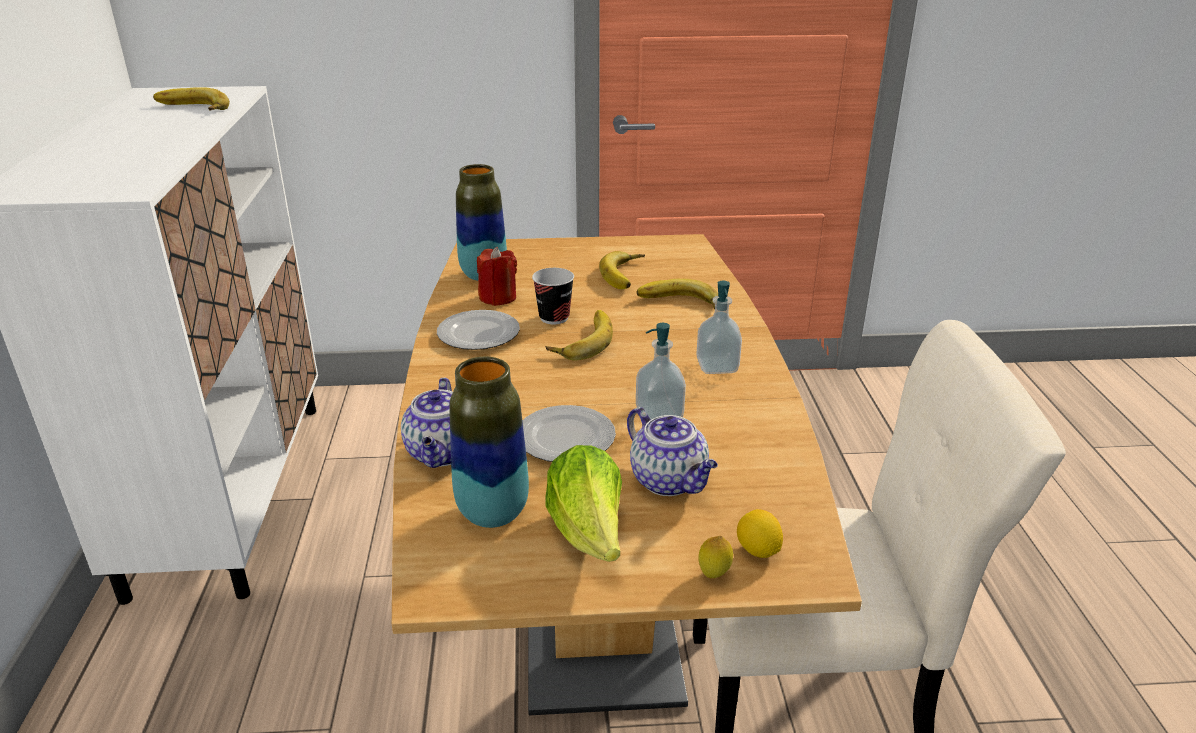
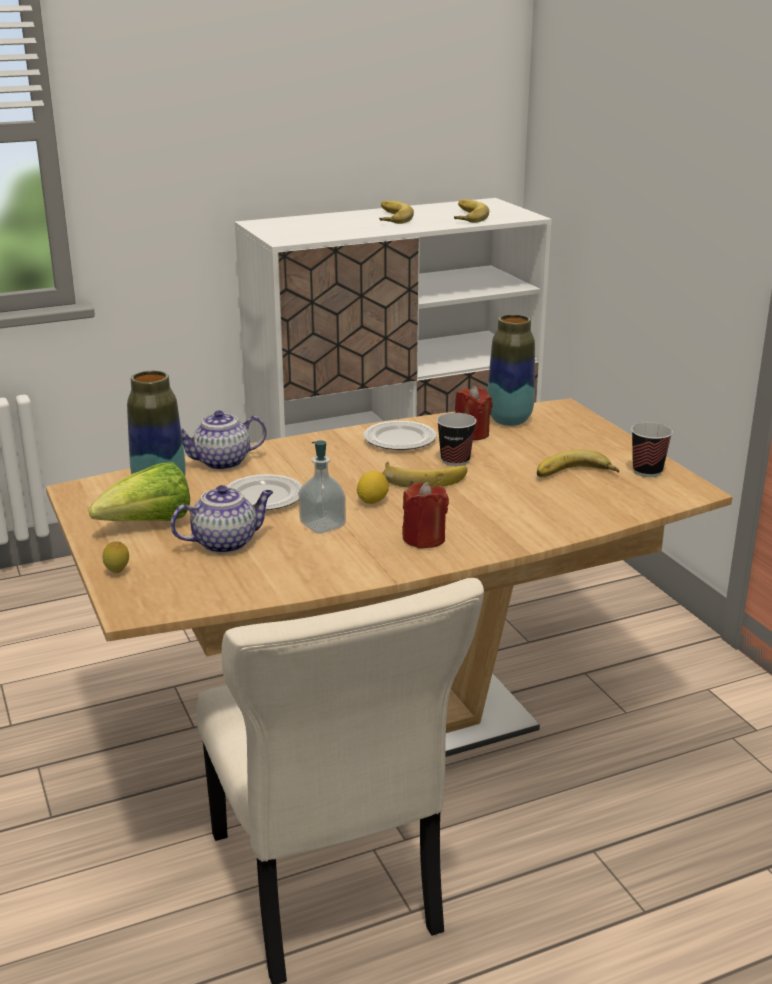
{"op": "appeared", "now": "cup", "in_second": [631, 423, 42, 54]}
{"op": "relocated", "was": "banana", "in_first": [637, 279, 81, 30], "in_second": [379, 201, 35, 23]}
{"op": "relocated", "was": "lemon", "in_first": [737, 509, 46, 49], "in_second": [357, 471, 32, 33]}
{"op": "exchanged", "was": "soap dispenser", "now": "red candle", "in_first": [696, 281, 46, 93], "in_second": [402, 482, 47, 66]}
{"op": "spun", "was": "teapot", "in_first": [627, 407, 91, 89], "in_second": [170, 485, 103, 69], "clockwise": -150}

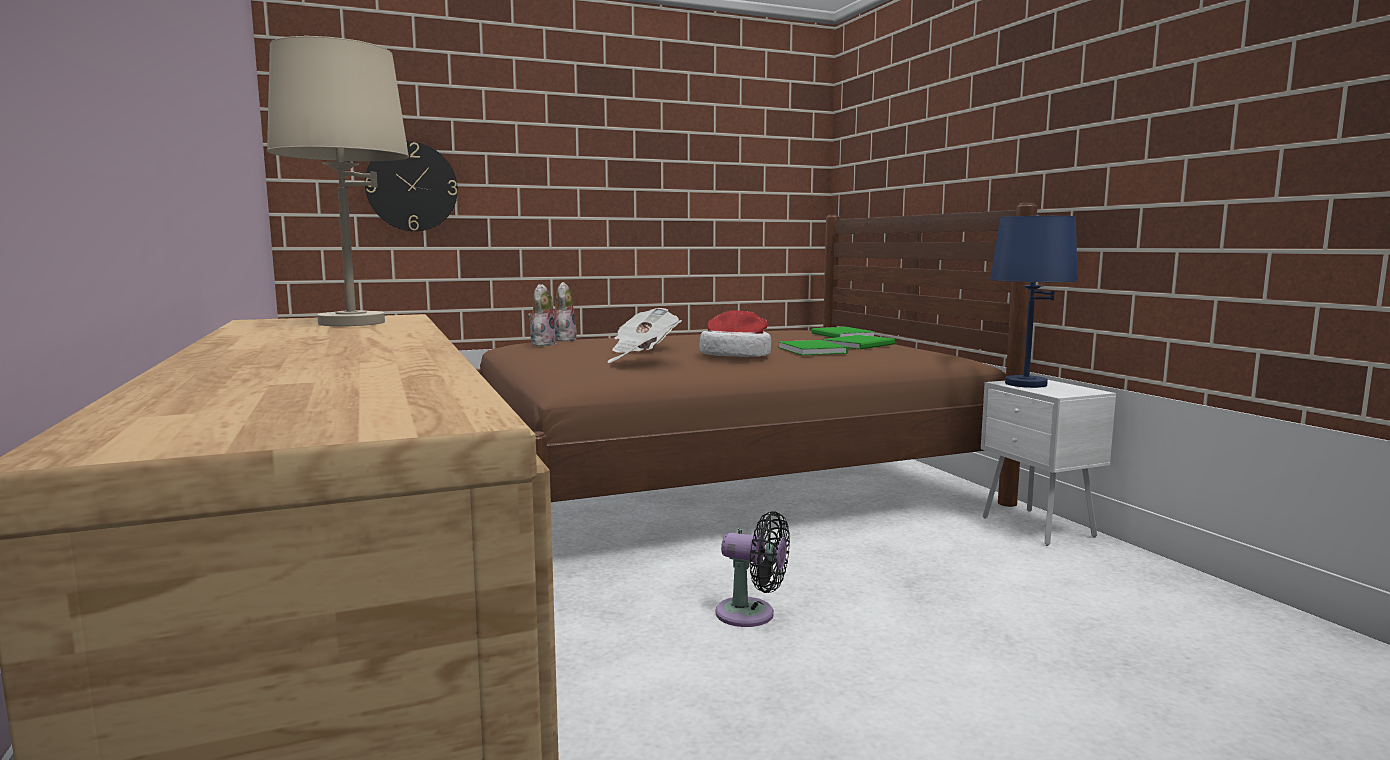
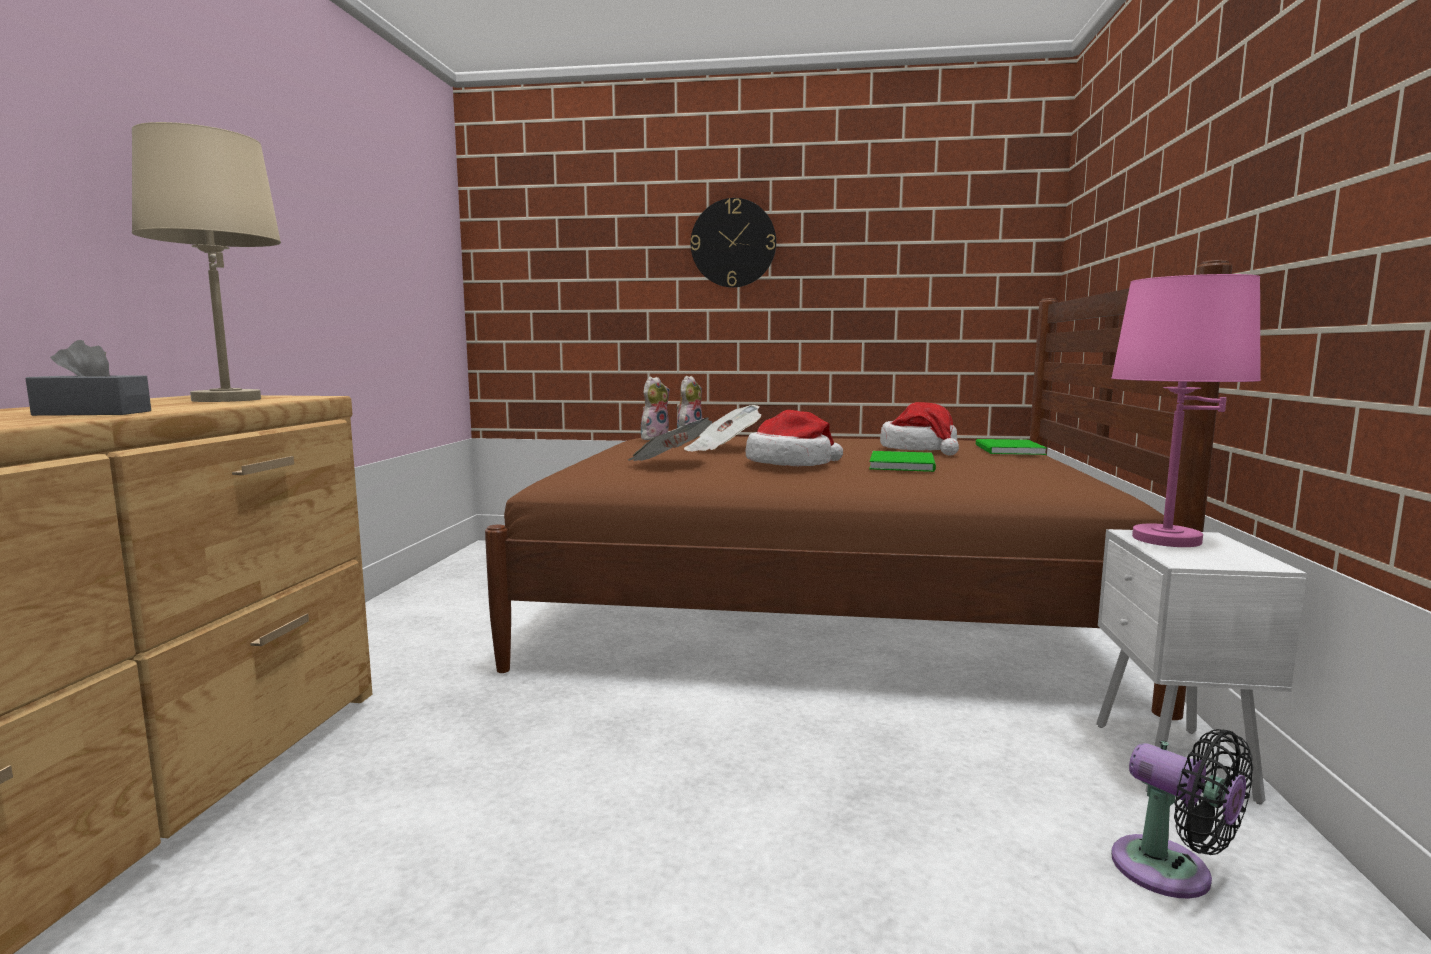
{"op": "missing", "was": "green book", "in_first": [823, 335, 72, 14]}
{"op": "appeared", "now": "grey tissue box", "in_second": [25, 340, 126, 76]}
{"op": "appeared", "now": "hat", "in_second": [880, 402, 79, 54]}
{"op": "relocated", "was": "wall clock", "in_first": [365, 141, 93, 90], "in_second": [691, 198, 85, 90]}
{"op": "relocated", "was": "black fan", "in_first": [715, 511, 75, 116], "in_second": [1111, 729, 142, 170]}
{"op": "colour", "was": "blue table lamp", "now": "pink table lamp", "in_first": [990, 214, 88, 174], "in_second": [1111, 274, 150, 273]}

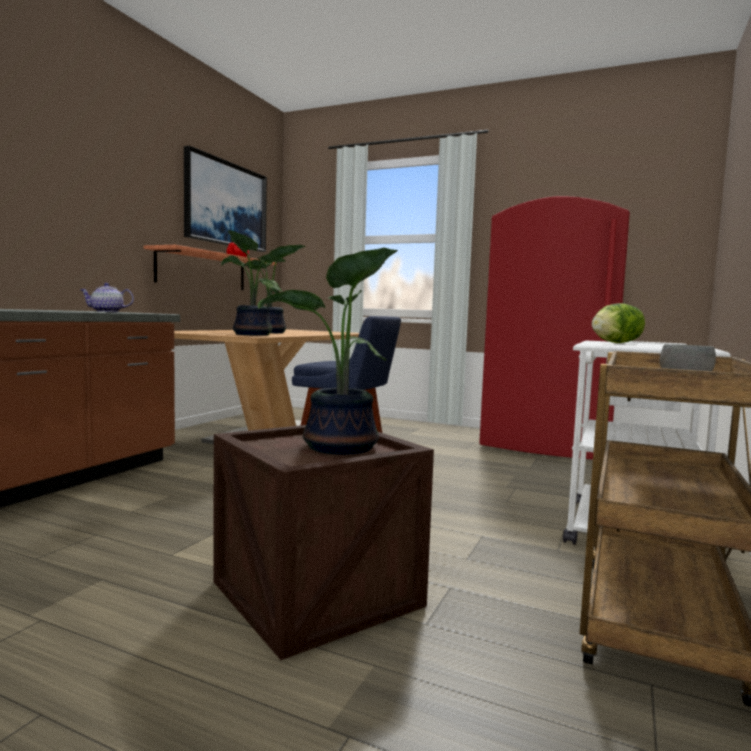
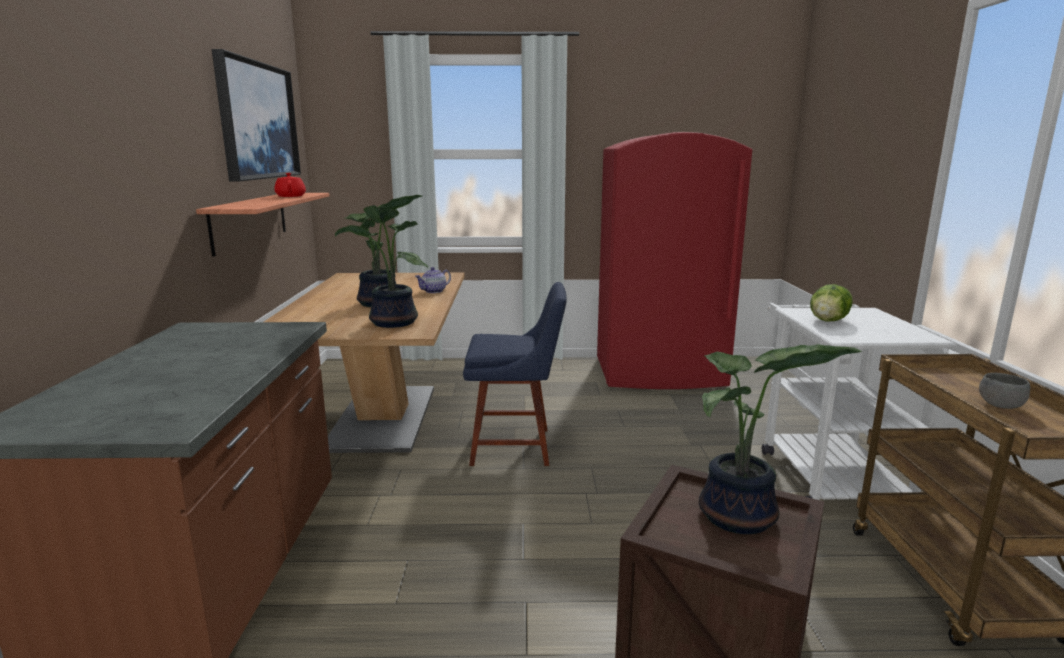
{"op": "relocated", "was": "teapot", "in_first": [80, 283, 54, 29], "in_second": [415, 267, 36, 26]}

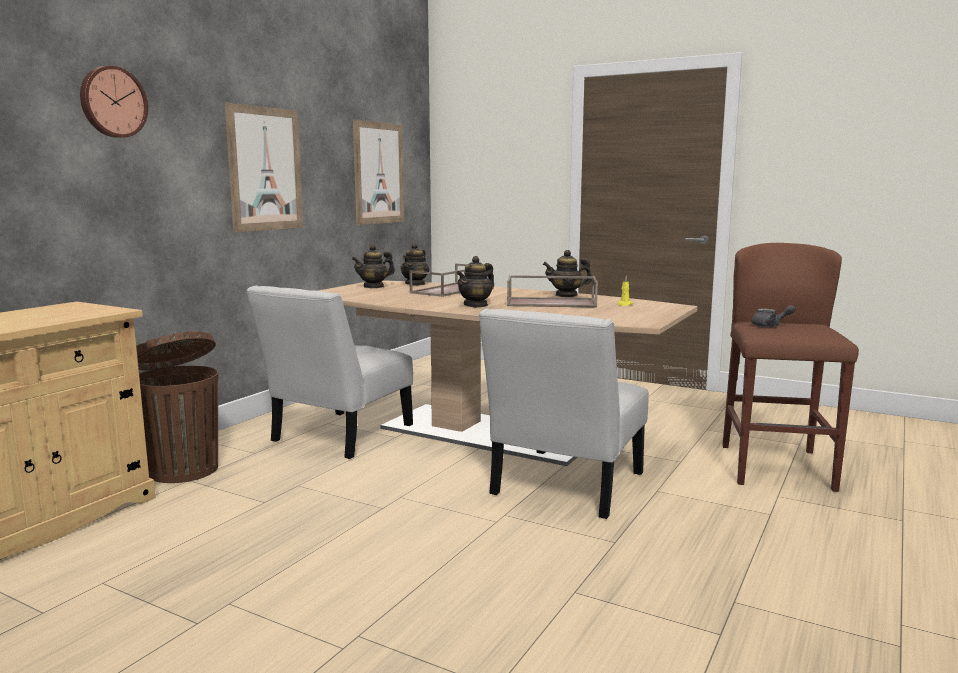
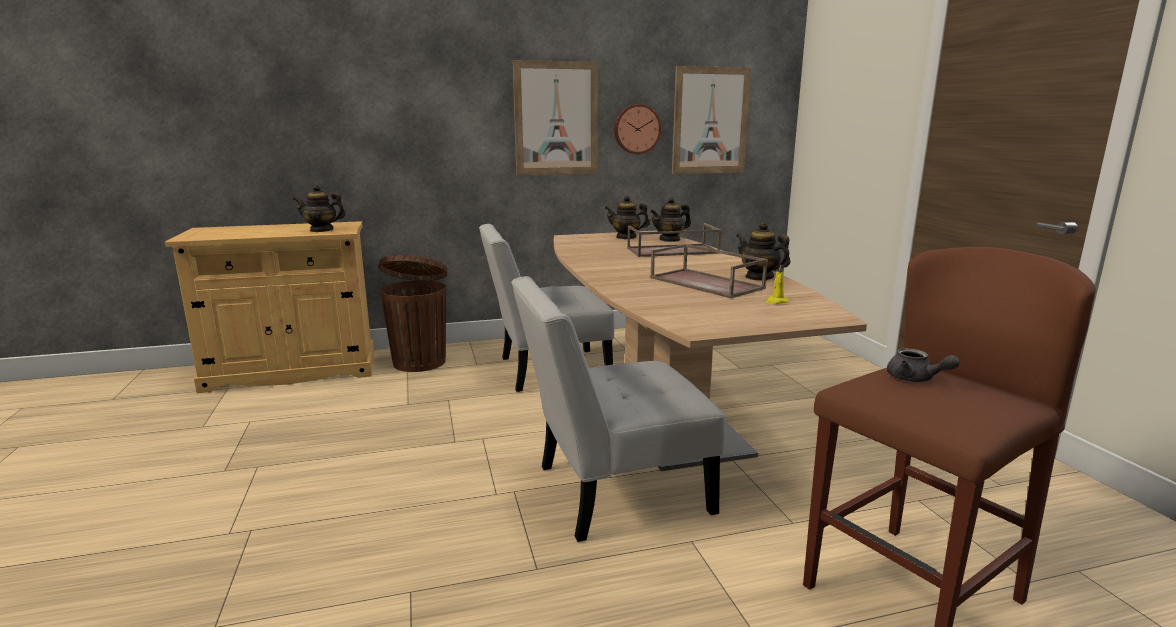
{"op": "relocated", "was": "wall clock", "in_first": [80, 66, 68, 72], "in_second": [614, 104, 47, 50]}
{"op": "relocated", "was": "teapot", "in_first": [456, 256, 38, 51], "in_second": [293, 185, 53, 47]}

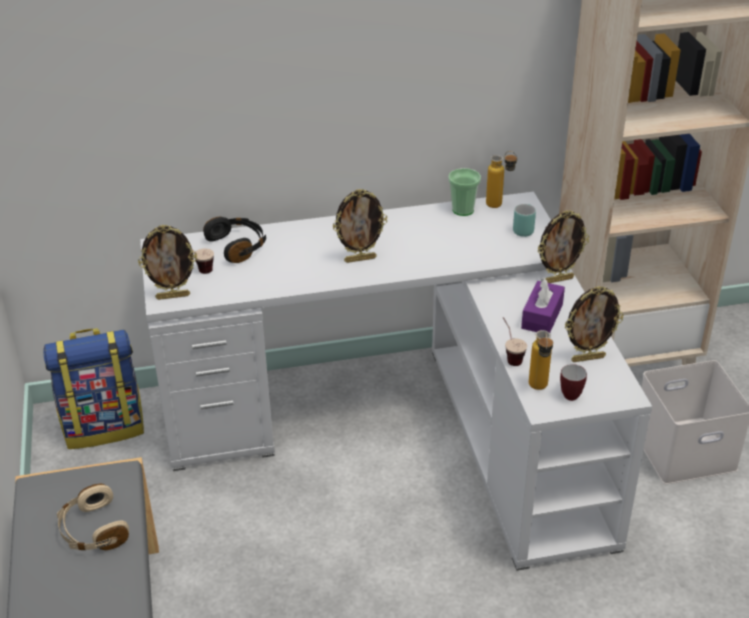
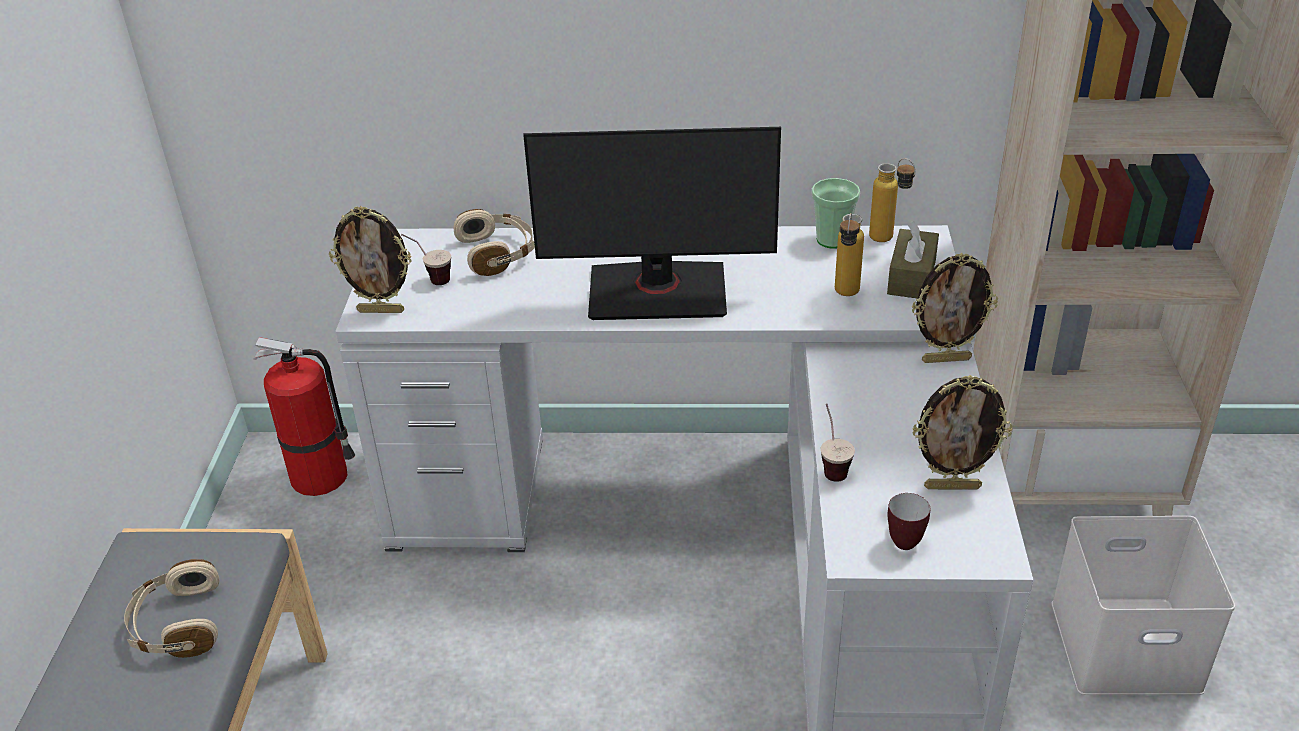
{"op": "missing", "was": "purple tissue box", "in_first": [521, 278, 44, 55]}
{"op": "relocated", "was": "bottle", "in_first": [529, 330, 24, 60], "in_second": [835, 213, 29, 83]}
{"op": "exchanged", "was": "backpack", "now": "fire extinguisher", "in_first": [43, 328, 101, 121], "in_second": [253, 337, 102, 159]}
{"op": "exchanged", "was": "picture frame", "now": "monitor", "in_first": [333, 189, 54, 74], "in_second": [523, 127, 258, 193]}
{"op": "exchanged", "was": "turquoise mug", "now": "brown tissue box", "in_first": [513, 204, 23, 33], "in_second": [887, 221, 52, 78]}
{"op": "colour", "was": "black headphones", "now": "beige headphones", "in_first": [203, 216, 63, 47], "in_second": [454, 209, 81, 67]}

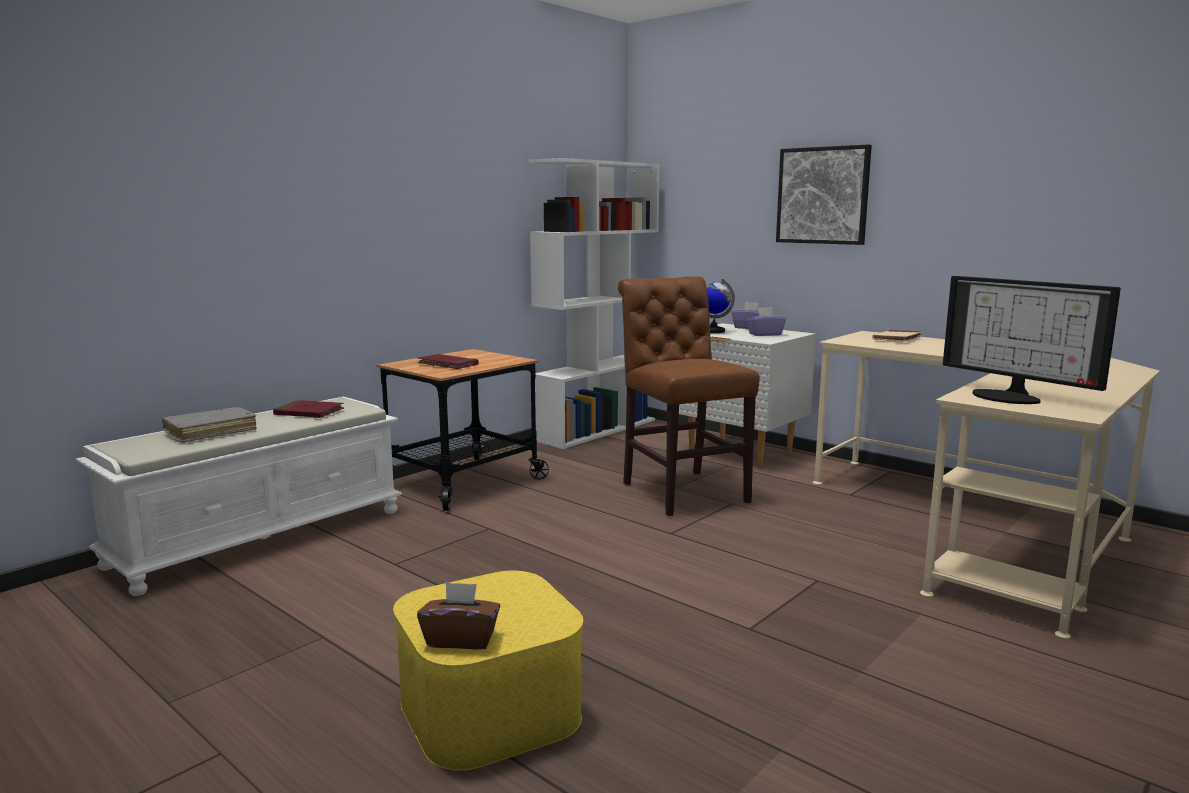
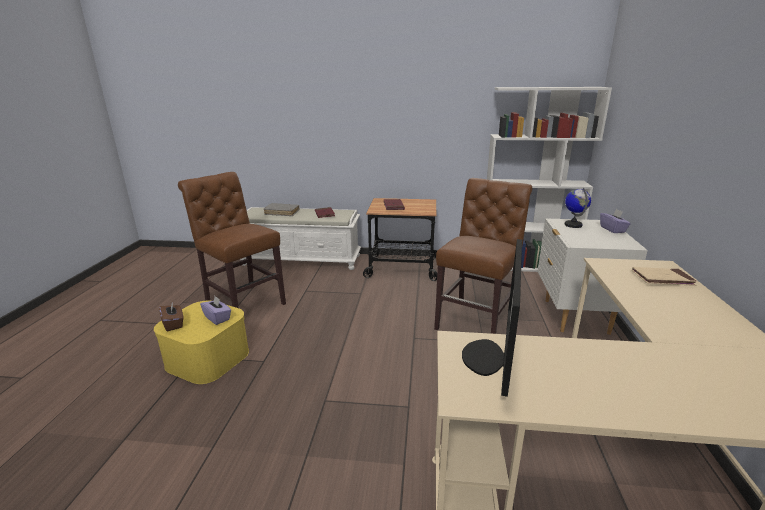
{"op": "missing", "was": "picture", "in_first": [776, 144, 96, 101]}
{"op": "appeared", "now": "brown chair", "in_second": [178, 172, 108, 136]}
{"op": "relocated", "was": "purple tissue box", "in_first": [746, 307, 40, 29], "in_second": [200, 296, 31, 29]}

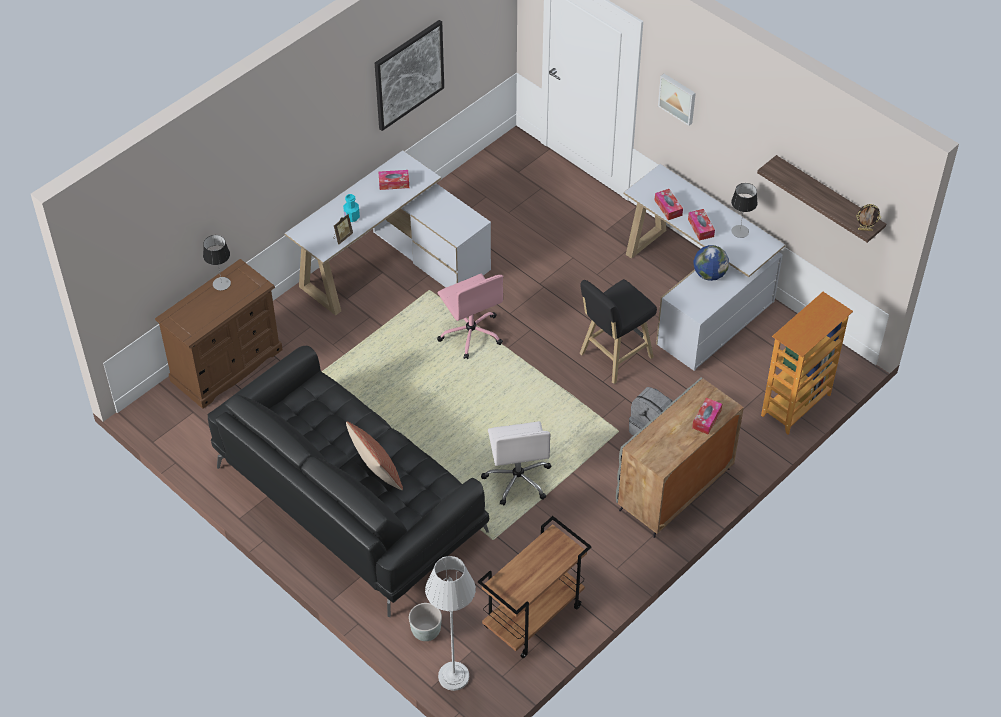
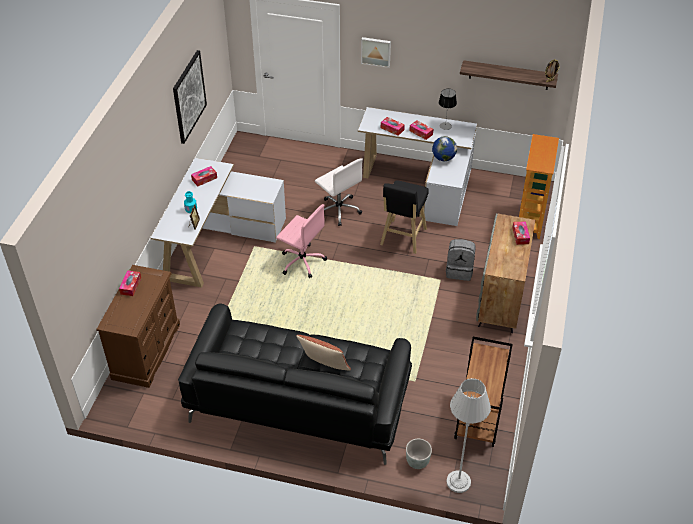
{"op": "relocated", "was": "white office chair", "in_first": [481, 421, 71, 85], "in_second": [315, 158, 48, 68]}
{"op": "exchanged", "was": "table lamp", "now": "tissue box", "in_first": [203, 235, 28, 55], "in_second": [119, 270, 22, 26]}

